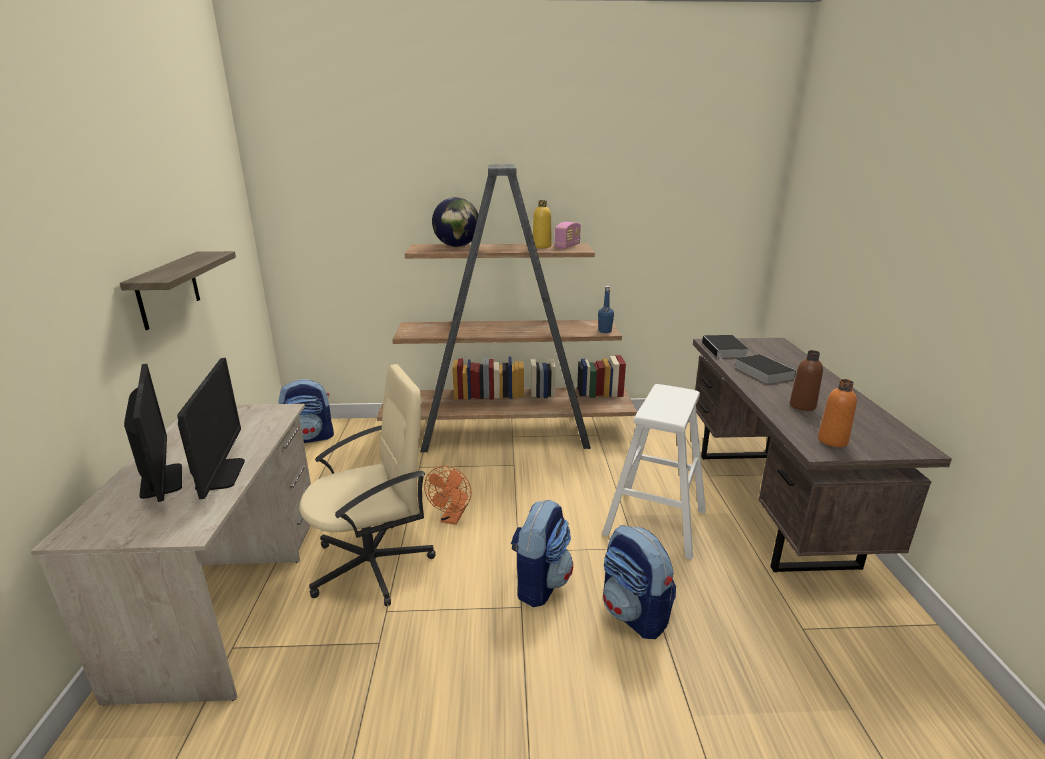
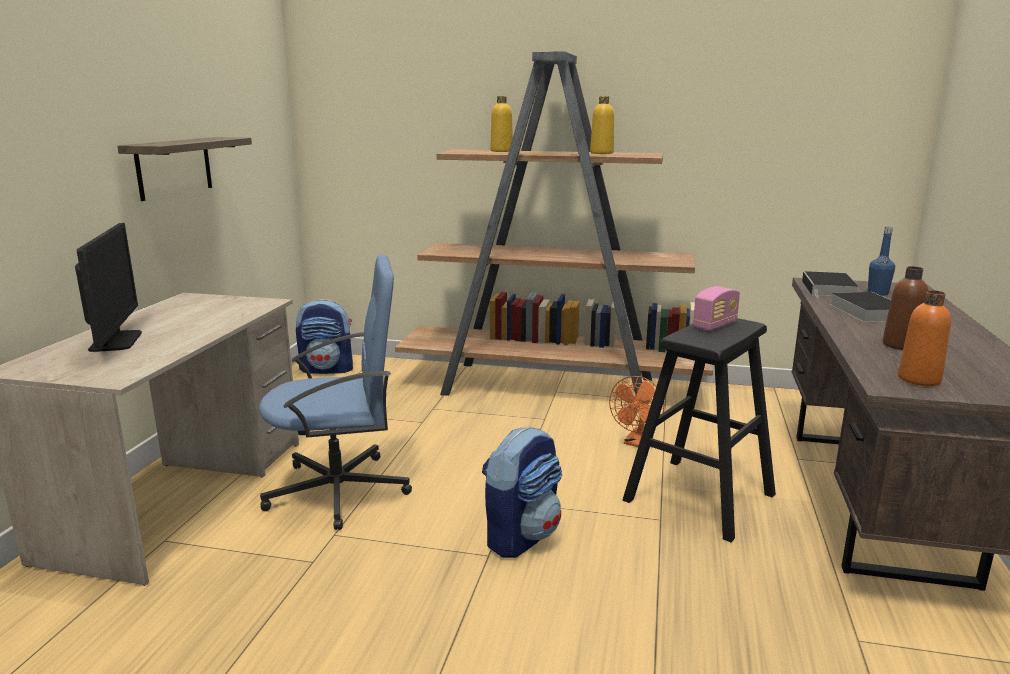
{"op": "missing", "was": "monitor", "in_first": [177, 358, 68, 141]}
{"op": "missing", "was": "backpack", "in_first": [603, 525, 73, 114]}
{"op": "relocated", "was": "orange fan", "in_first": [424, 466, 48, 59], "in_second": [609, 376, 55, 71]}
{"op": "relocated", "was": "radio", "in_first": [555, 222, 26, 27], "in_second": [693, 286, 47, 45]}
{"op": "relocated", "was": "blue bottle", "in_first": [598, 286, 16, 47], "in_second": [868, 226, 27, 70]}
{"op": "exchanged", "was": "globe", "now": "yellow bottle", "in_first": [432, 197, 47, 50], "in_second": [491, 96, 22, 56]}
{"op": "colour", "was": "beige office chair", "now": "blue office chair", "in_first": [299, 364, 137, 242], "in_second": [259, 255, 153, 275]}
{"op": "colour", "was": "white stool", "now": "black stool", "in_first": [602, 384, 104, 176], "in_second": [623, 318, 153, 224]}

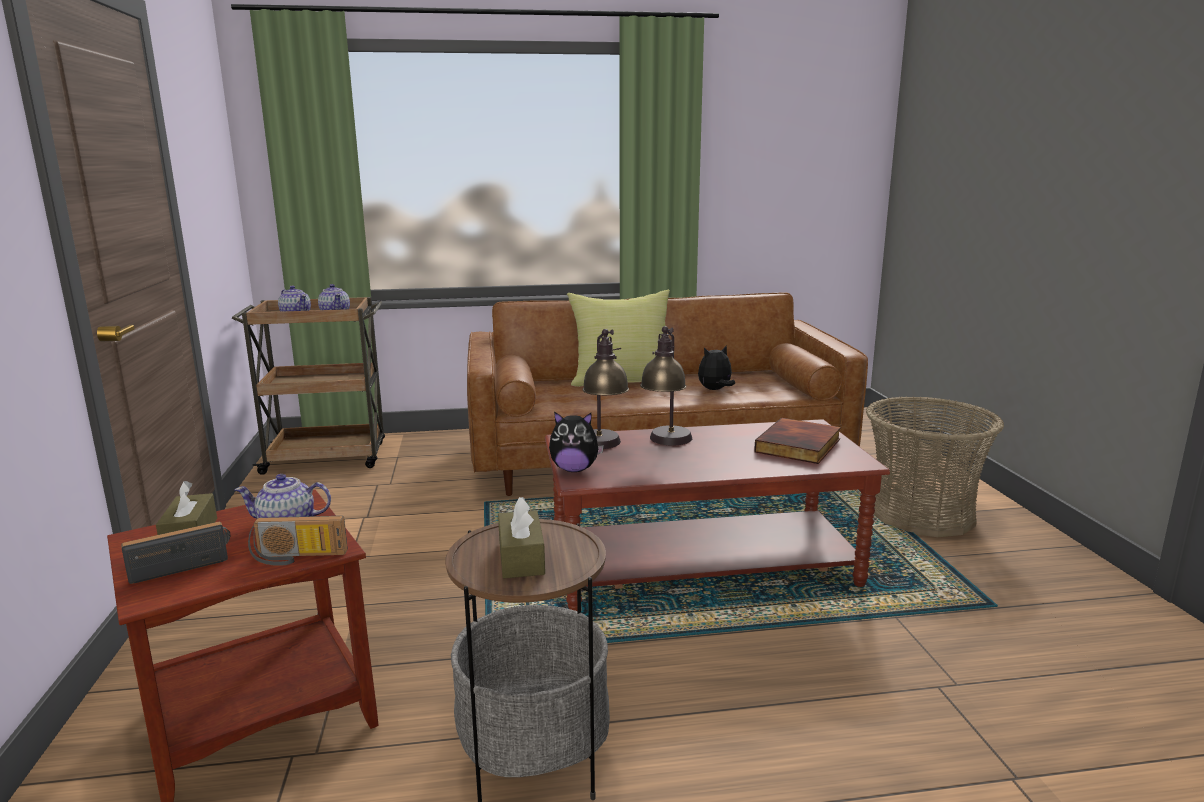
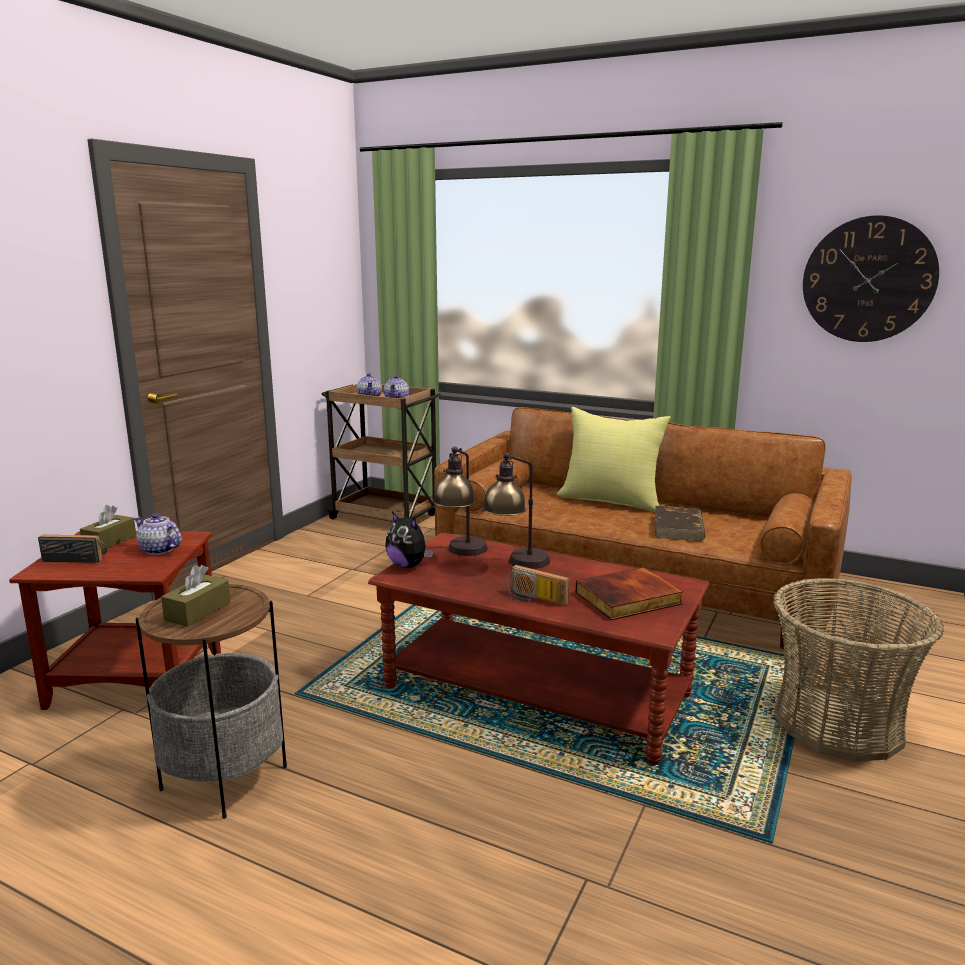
{"op": "appeared", "now": "wall clock", "in_second": [803, 215, 136, 127]}
{"op": "relocated", "was": "radio", "in_first": [248, 516, 100, 50], "in_second": [506, 565, 63, 41]}
{"op": "exchanged", "was": "plush toy", "now": "brown book", "in_first": [698, 345, 37, 45], "in_second": [655, 506, 50, 35]}

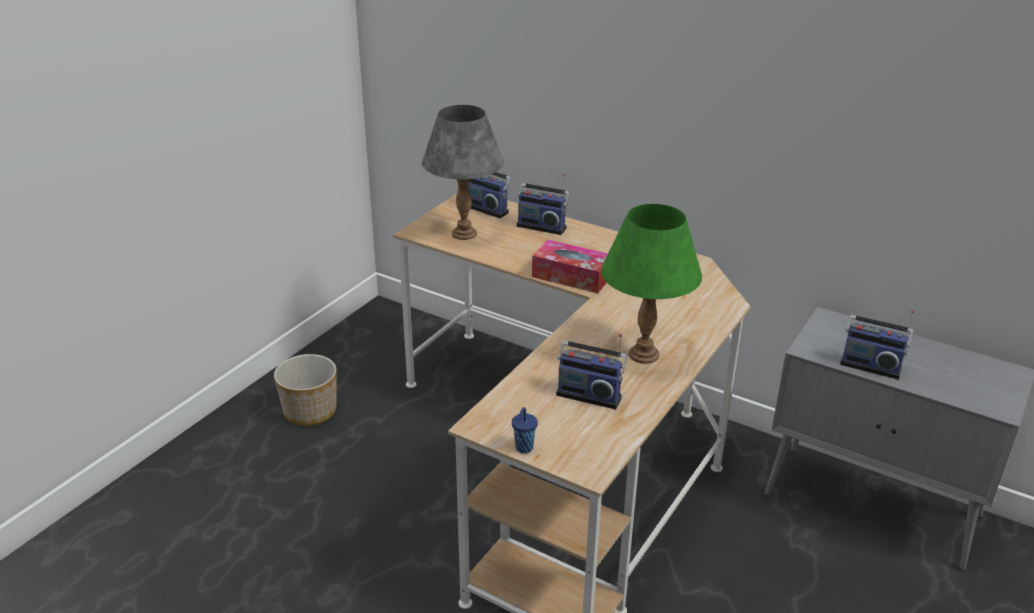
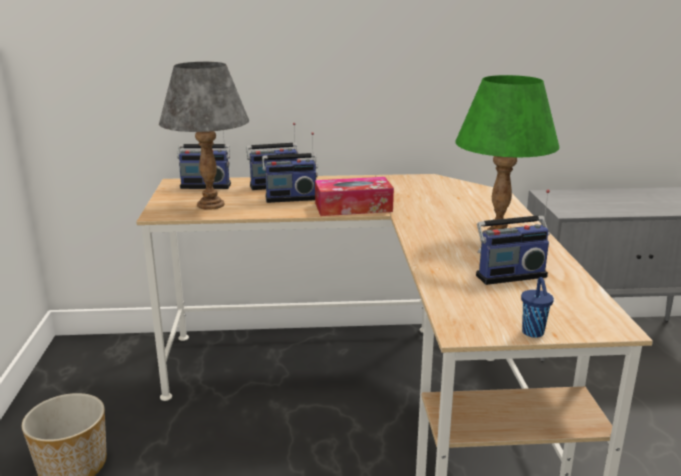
{"op": "relocated", "was": "radio", "in_first": [840, 310, 74, 70], "in_second": [262, 132, 56, 71]}

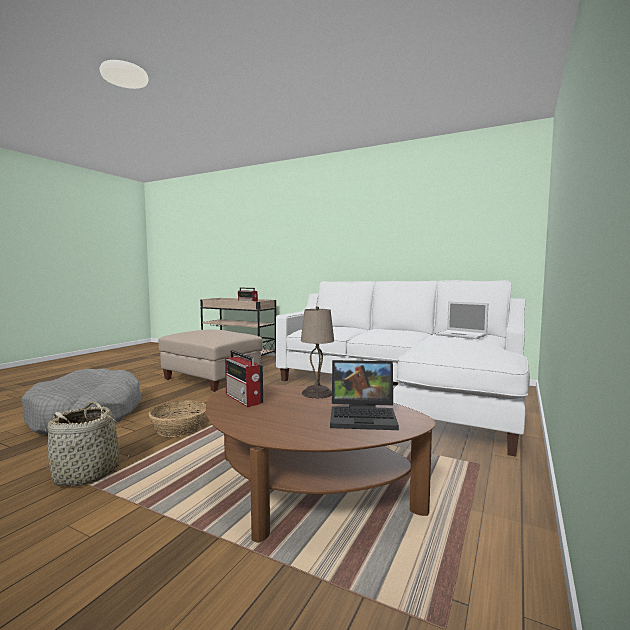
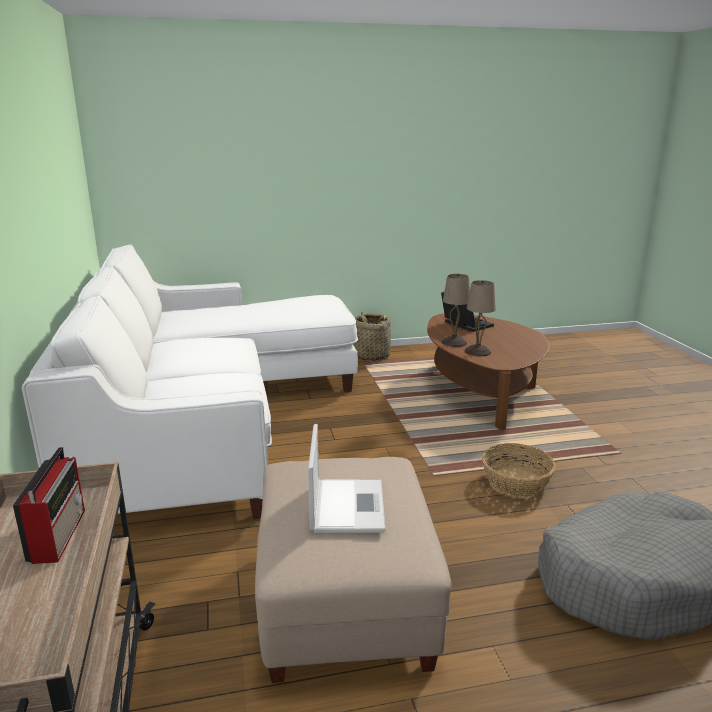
{"op": "missing", "was": "radio", "in_first": [225, 350, 38, 57]}
{"op": "appeared", "now": "beige table lamp", "in_second": [465, 280, 31, 77]}
{"op": "relocated", "was": "basket", "in_first": [44, 401, 87, 85], "in_second": [353, 312, 38, 49]}
{"op": "relocated", "was": "laptop", "in_first": [436, 301, 52, 38], "in_second": [308, 424, 77, 109]}

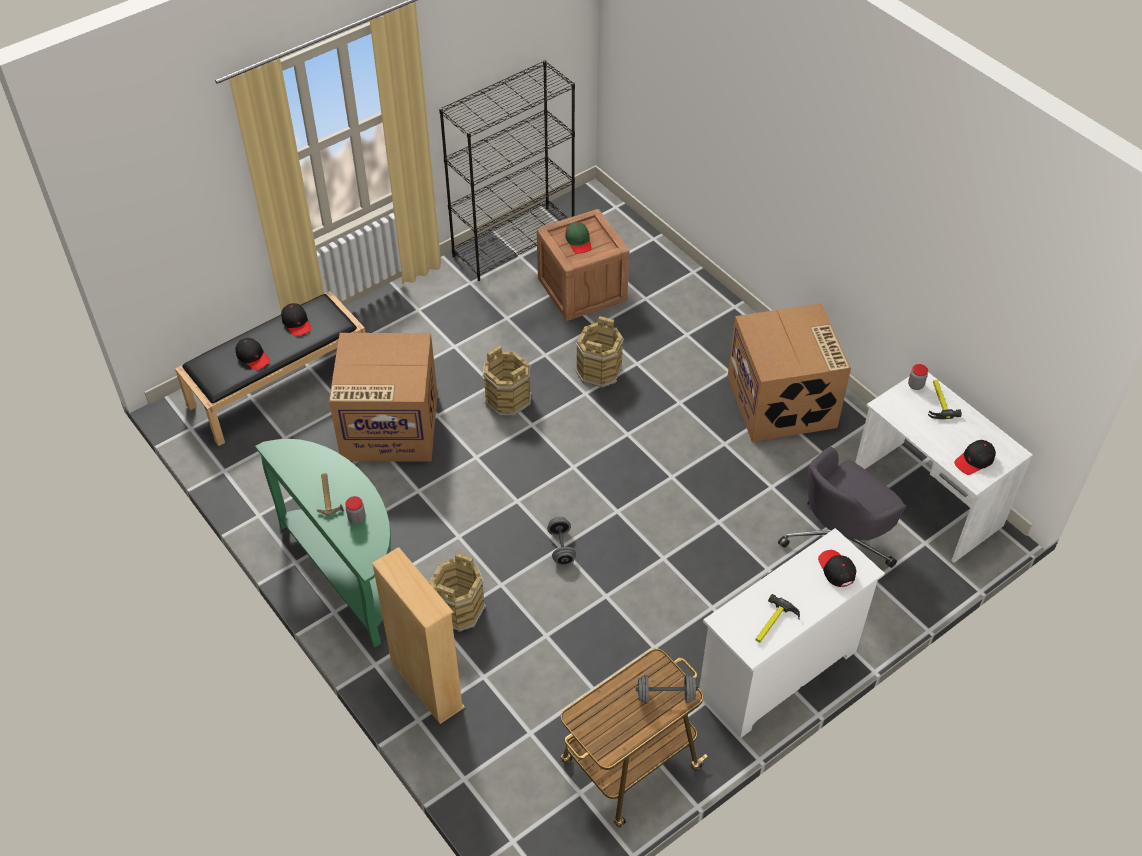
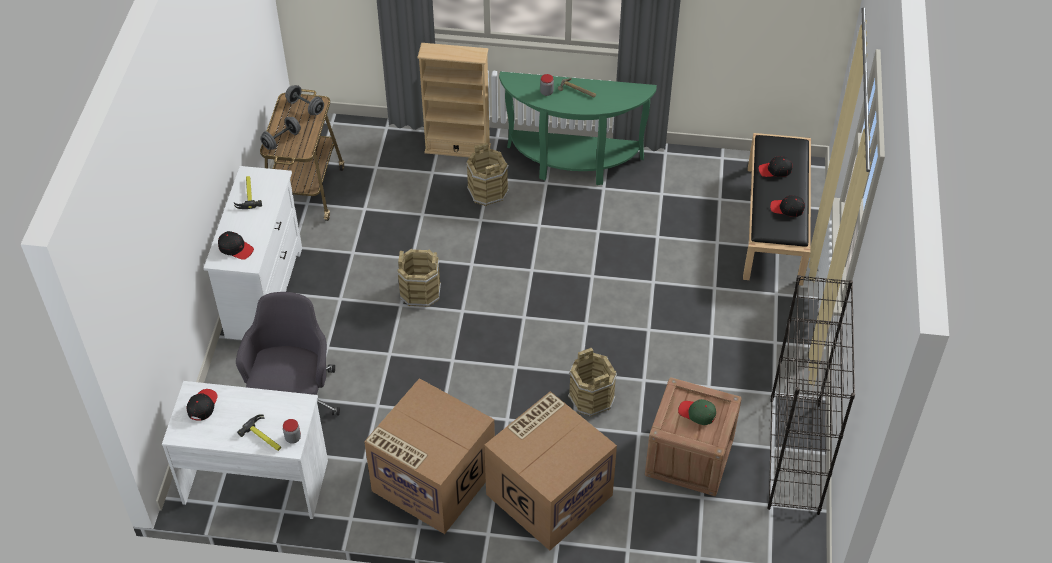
{"op": "relocated", "was": "cardboard box", "in_first": [329, 333, 109, 129], "in_second": [484, 391, 133, 160]}
{"op": "relocated", "was": "brown bucket", "in_first": [482, 346, 50, 71], "in_second": [398, 249, 43, 58]}
{"op": "relocated", "was": "grey dumbbell", "in_first": [547, 517, 29, 49], "in_second": [285, 85, 39, 30]}

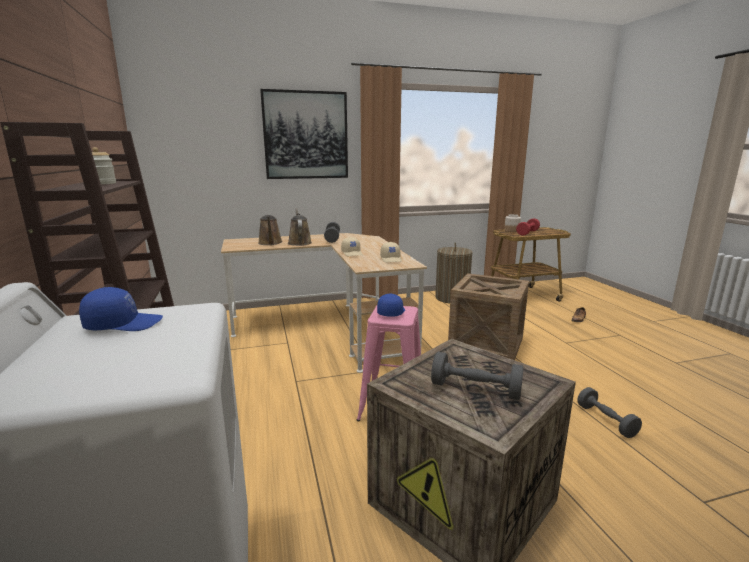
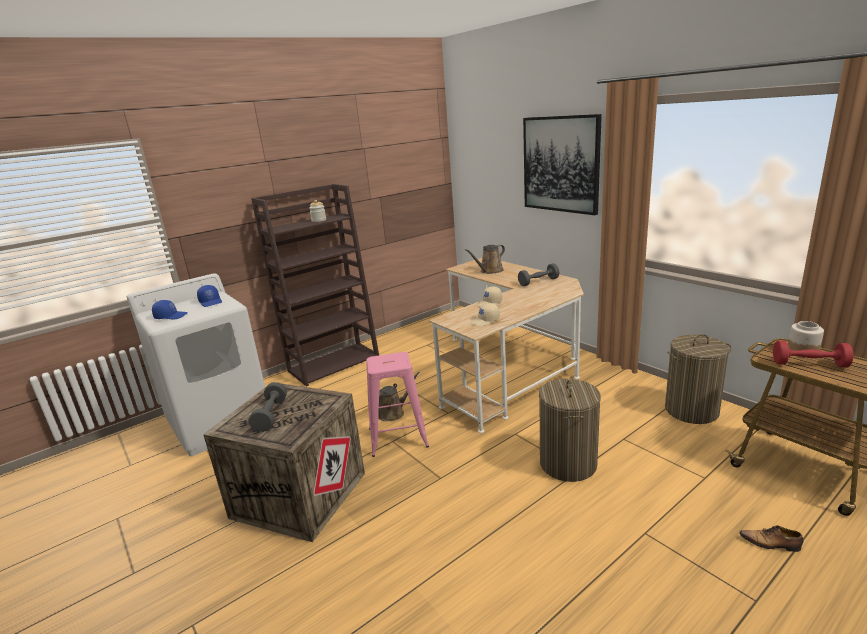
{"op": "missing", "was": "grey dumbbell", "in_first": [578, 387, 64, 51]}
{"op": "relocated", "was": "brown watering can", "in_first": [288, 208, 24, 38], "in_second": [378, 372, 42, 49]}
{"op": "relocated", "was": "blue cap", "in_first": [377, 294, 28, 23], "in_second": [152, 300, 36, 19]}
{"op": "exchanged", "was": "crate", "now": "laundry basket", "in_first": [448, 273, 81, 87], "in_second": [539, 378, 62, 104]}

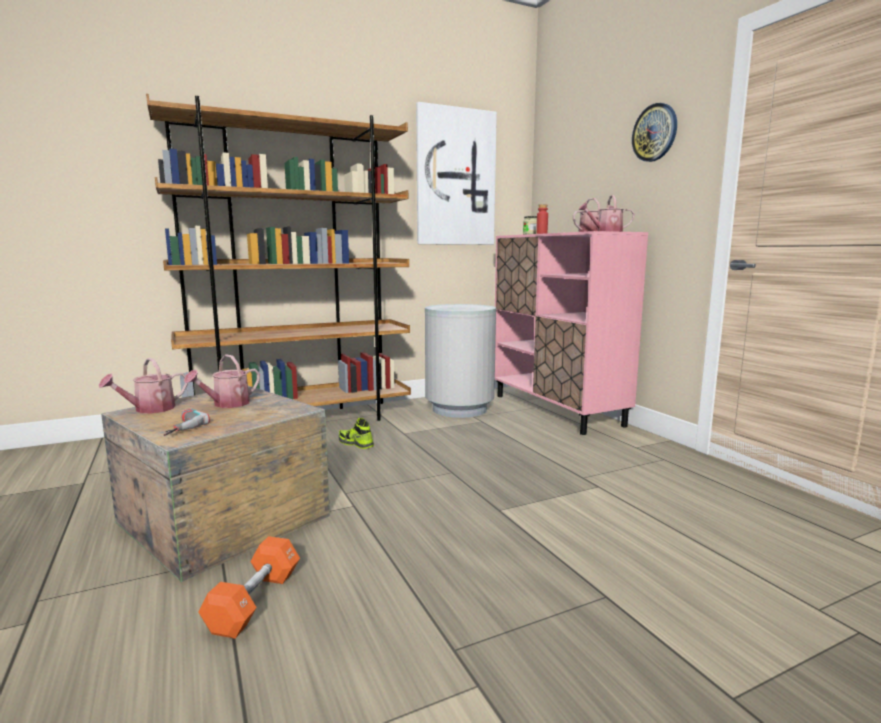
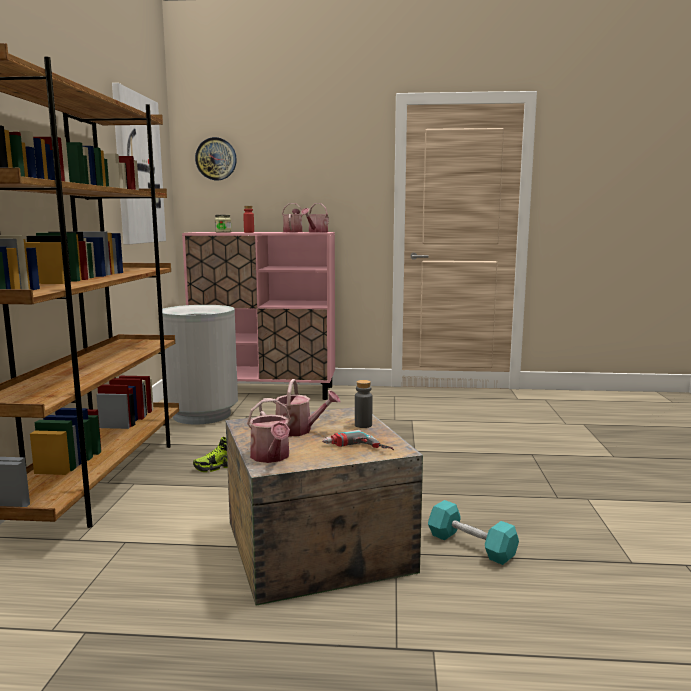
{"op": "appeared", "now": "grey bottle", "in_second": [355, 380, 17, 48]}
{"op": "relocated", "was": "wall clock", "in_first": [632, 103, 45, 59], "in_second": [195, 137, 42, 43]}
{"op": "colour", "was": "orange dumbbell", "now": "turquoise dumbbell", "in_first": [198, 536, 102, 103], "in_second": [428, 500, 91, 65]}
{"op": "spun", "was": "watering can", "in_first": [184, 354, 76, 54], "in_second": [259, 379, 81, 58], "clockwise": -60}

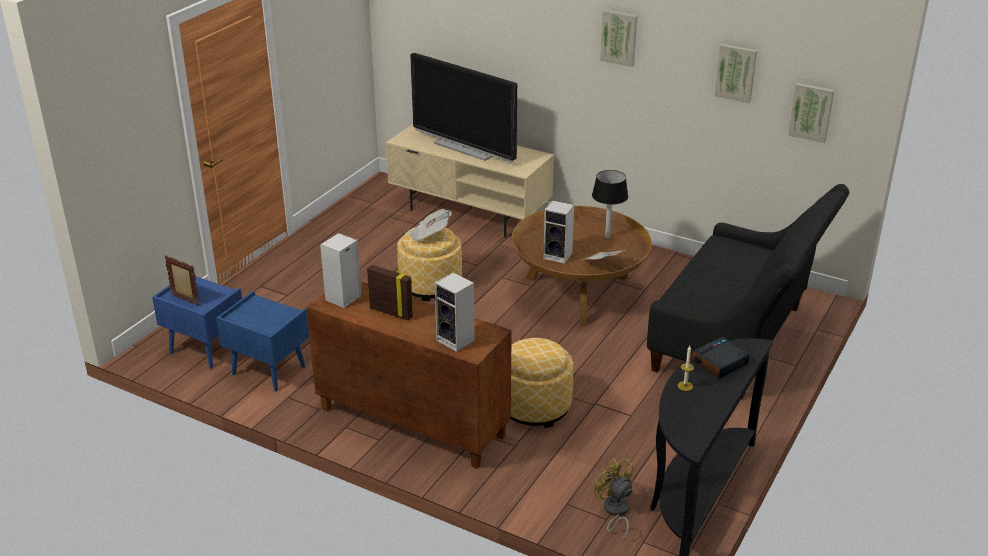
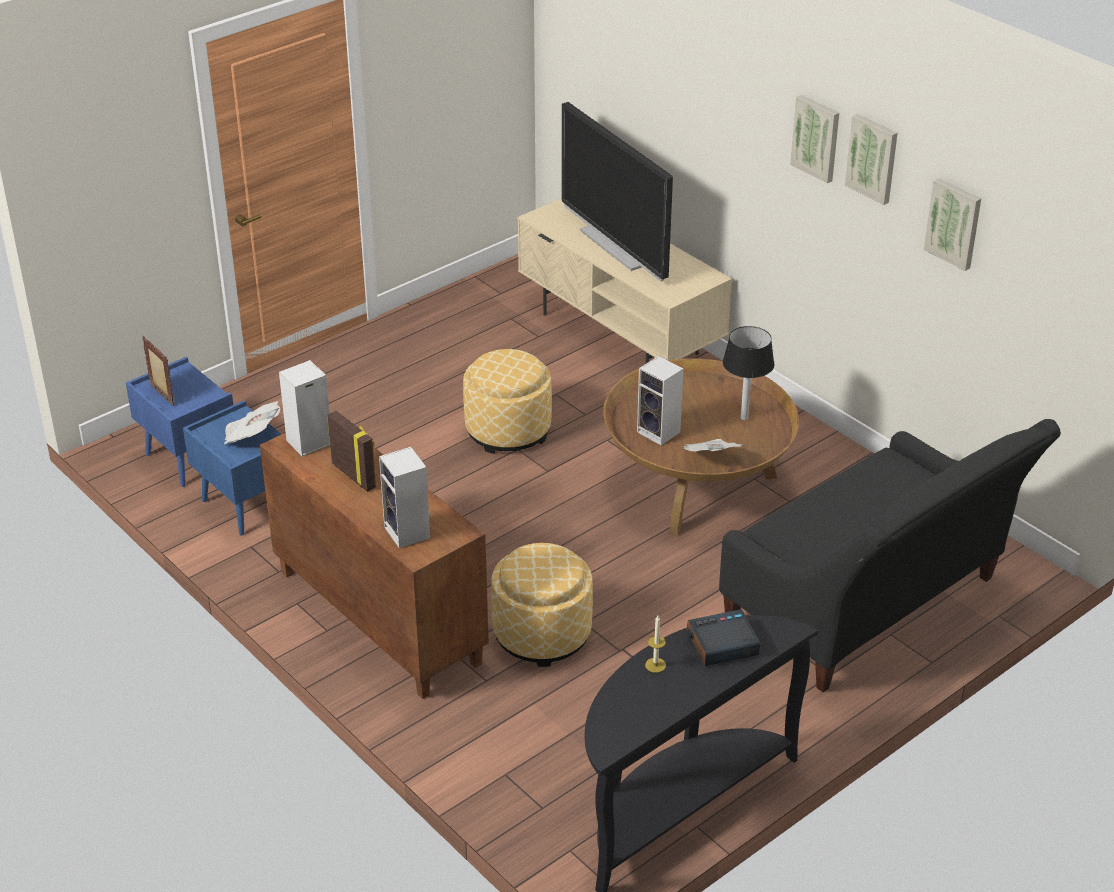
{"op": "missing", "was": "yellow fan", "in_first": [594, 458, 40, 84]}
{"op": "relocated", "was": "newspaper", "in_first": [407, 209, 45, 33], "in_second": [224, 401, 57, 43]}
{"op": "relocated", "was": "picture", "in_first": [788, 83, 46, 60], "in_second": [845, 114, 53, 91]}

